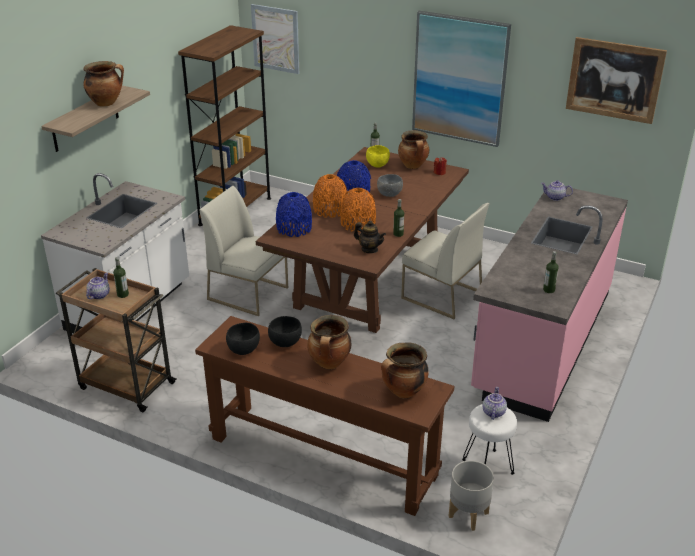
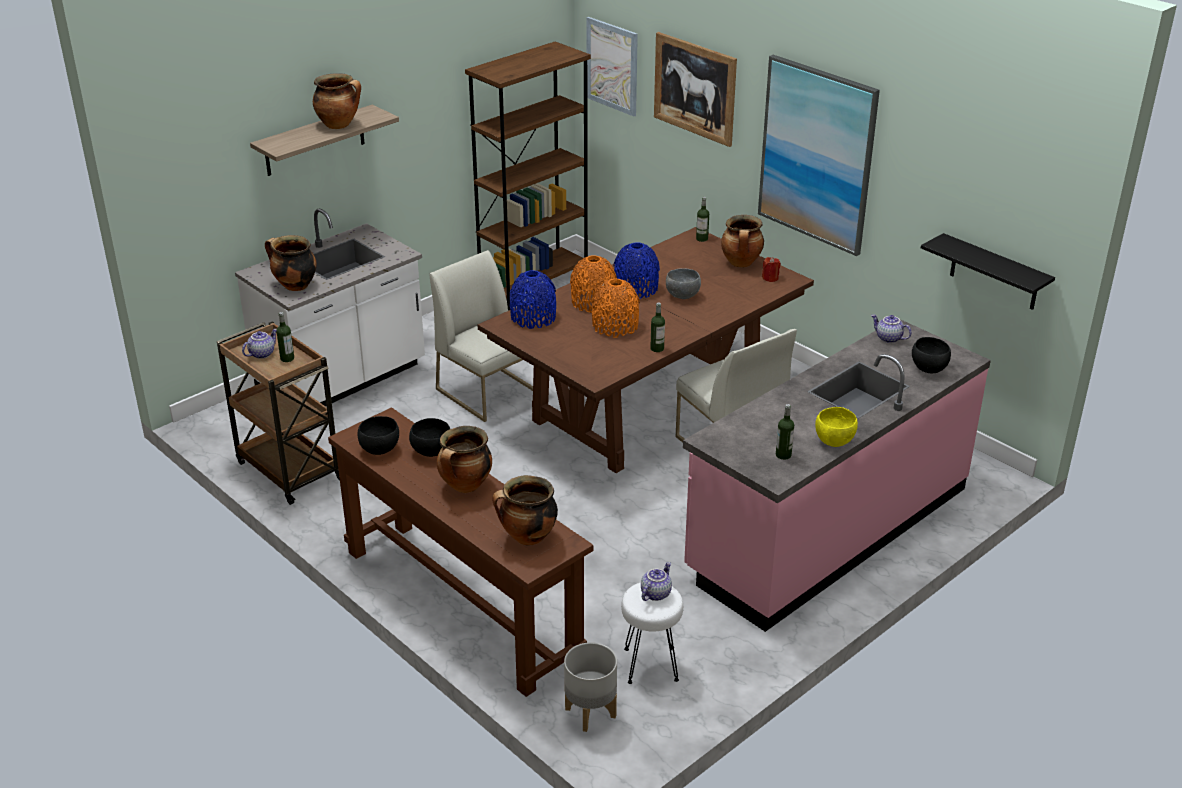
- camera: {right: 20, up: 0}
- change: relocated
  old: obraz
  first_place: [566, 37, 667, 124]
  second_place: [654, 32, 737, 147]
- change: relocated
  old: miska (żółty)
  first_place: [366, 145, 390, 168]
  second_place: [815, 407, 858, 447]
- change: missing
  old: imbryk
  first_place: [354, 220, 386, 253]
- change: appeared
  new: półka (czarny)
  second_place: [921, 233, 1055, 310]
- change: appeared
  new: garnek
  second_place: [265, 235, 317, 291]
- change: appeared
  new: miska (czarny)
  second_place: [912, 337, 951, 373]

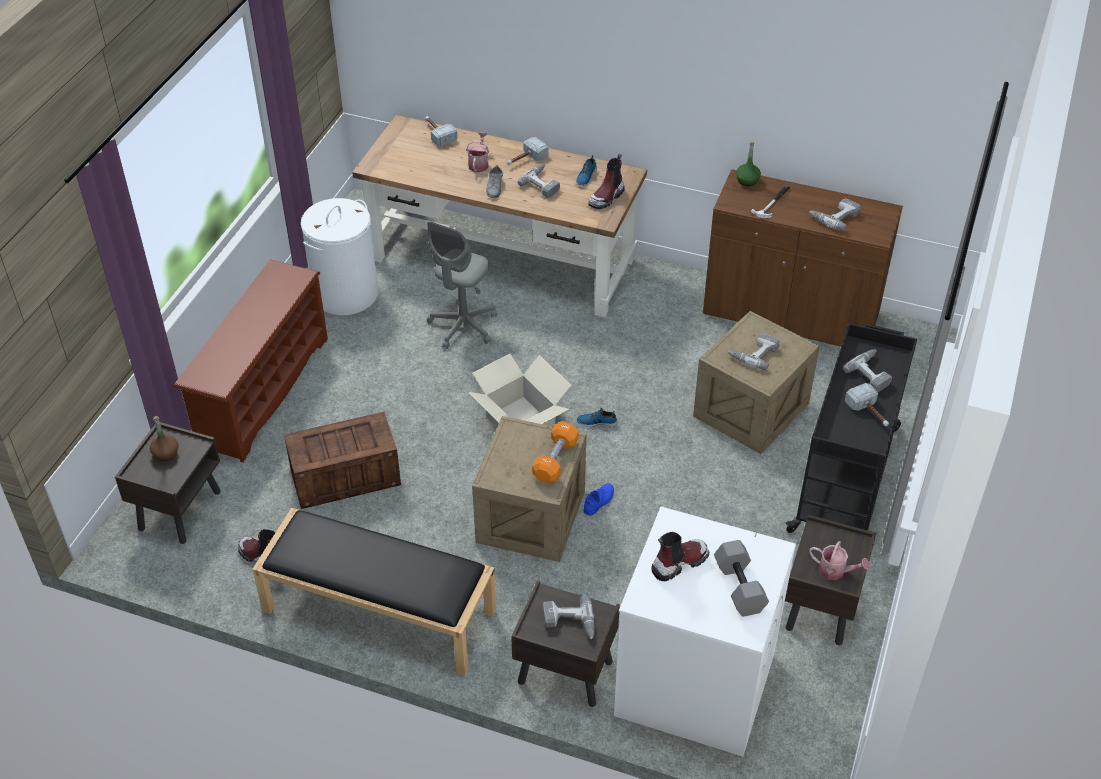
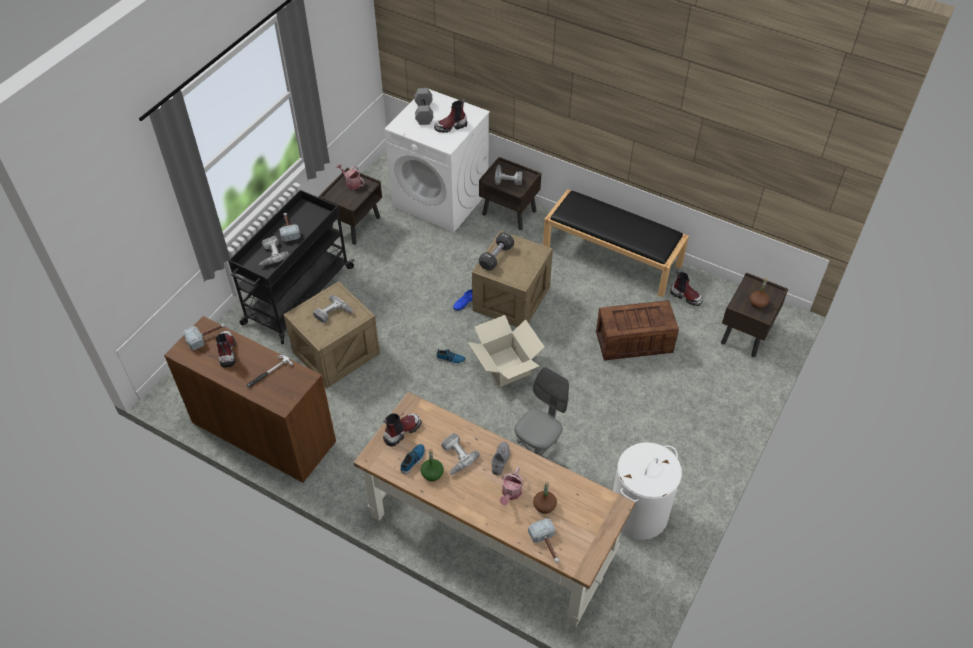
- camera: {right: -170, up: 5}
- change: relocated
  old: młotek
  first_place: [507, 137, 548, 165]
  second_place: [183, 323, 225, 350]
- change: relocated
  old: butelka (zielony)
  first_place: [736, 141, 761, 186]
  second_place: [421, 449, 444, 481]
- change: exchanged
  old: wiertarka
  new: but z cholewką
  first_place: [809, 198, 861, 231]
  second_place: [216, 331, 236, 368]
- change: missing
  old: regał na buty (brązowy)
  first_place: [174, 260, 328, 463]
- change: colour
  old: hantel (pomarańczowy)
  new: hantel (czarny)
  first_place: [532, 421, 579, 483]
  second_place: [479, 232, 514, 271]
- change: appeared
  new: butelka (brązowy)
  second_place: [533, 482, 557, 514]

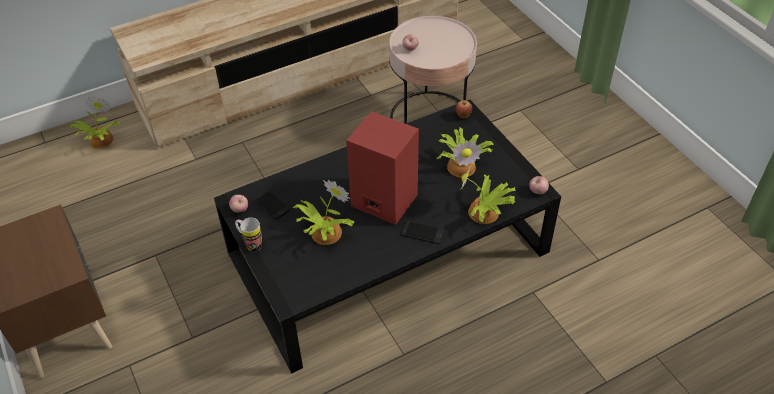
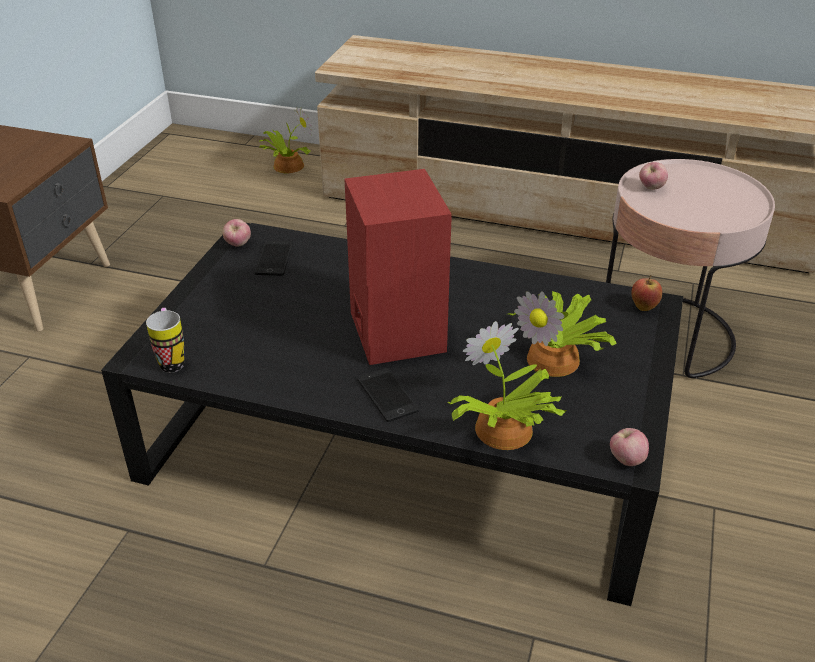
- camera: {right: 45, up: -10}
- change: missing
  old: roślina doniczkowa
  first_place: [293, 180, 355, 245]
- change: relocated
  old: kubek
  first_place: [235, 218, 262, 252]
  second_place: [146, 308, 184, 373]

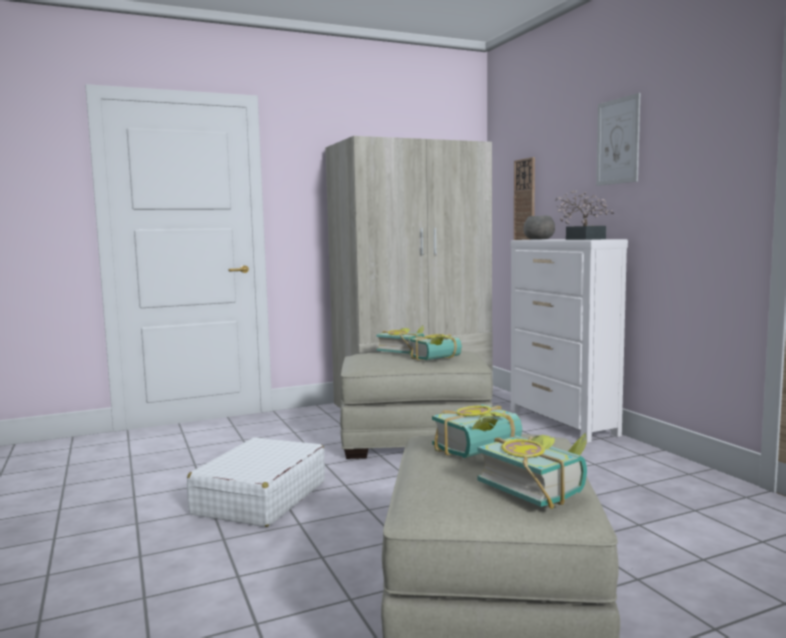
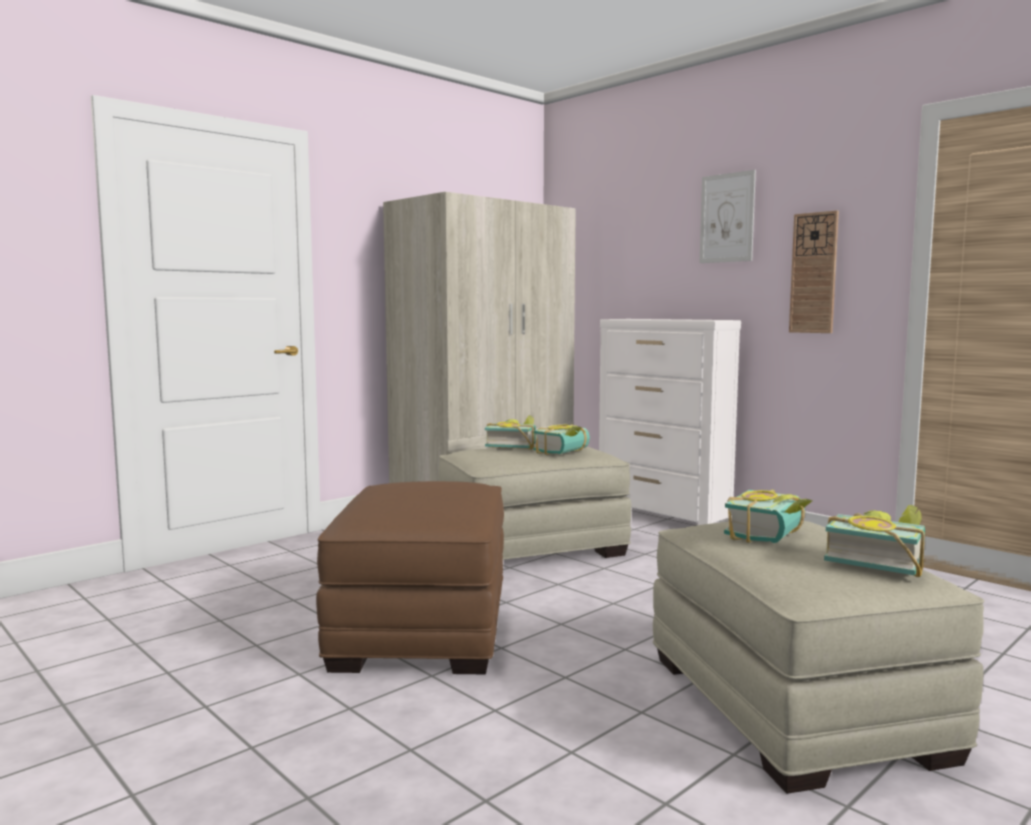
- camera: {right: -20, up: 0}
- change: relocated
  old: zegar ścienny
  first_place: [514, 157, 535, 240]
  second_place: [789, 210, 839, 333]
- change: missing
  old: roślina doniczkowa
  first_place: [555, 190, 614, 240]
- change: missing
  old: miska (szary)
  first_place: [523, 216, 555, 240]
- change: exchanged
  old: walizka (biały)
  new: pufa (brązowy)
  first_place: [187, 437, 325, 527]
  second_place: [316, 481, 504, 674]

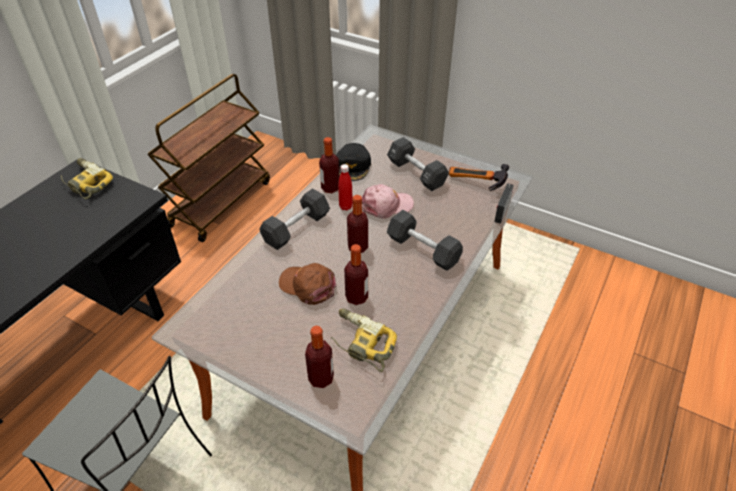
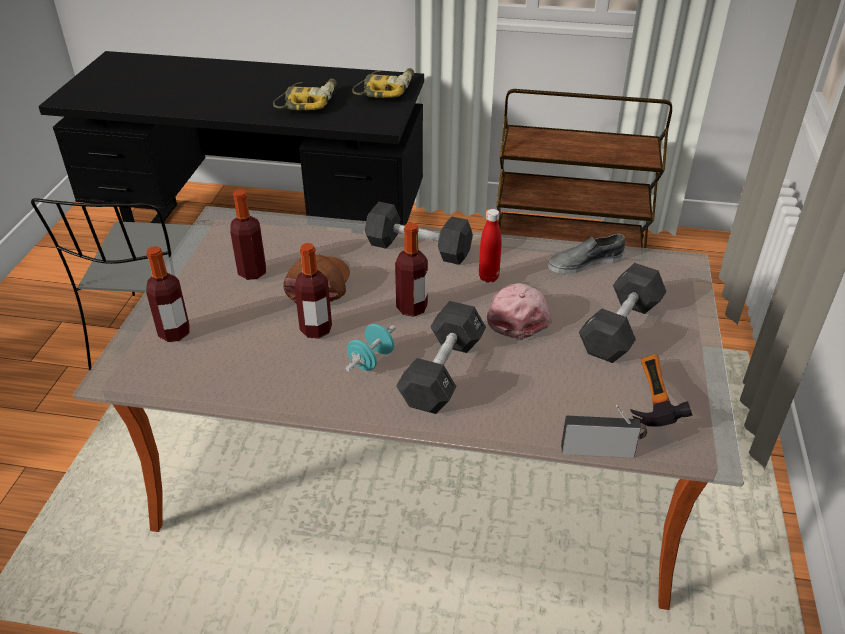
- camera: {right: 70, up: -5}
- change: relocated
  old: butelka
  first_place: [319, 137, 340, 193]
  second_place: [230, 189, 266, 280]
- change: exchanged
  old: czapka z daszkiem (czarny)
  new: but (szary)
  first_place: [336, 143, 371, 181]
  second_place: [548, 234, 625, 274]
- change: spun
  old: czapka z daszkiem (różowy)
  first_place: [362, 184, 414, 219]
  second_place: [487, 283, 552, 340]
  degrees: -135
- change: relocated
  old: wiertarka
  first_place: [331, 309, 397, 372]
  second_place: [273, 79, 337, 111]
- change: appeared
  new: hantel (turkusowy)
  second_place: [346, 324, 395, 371]

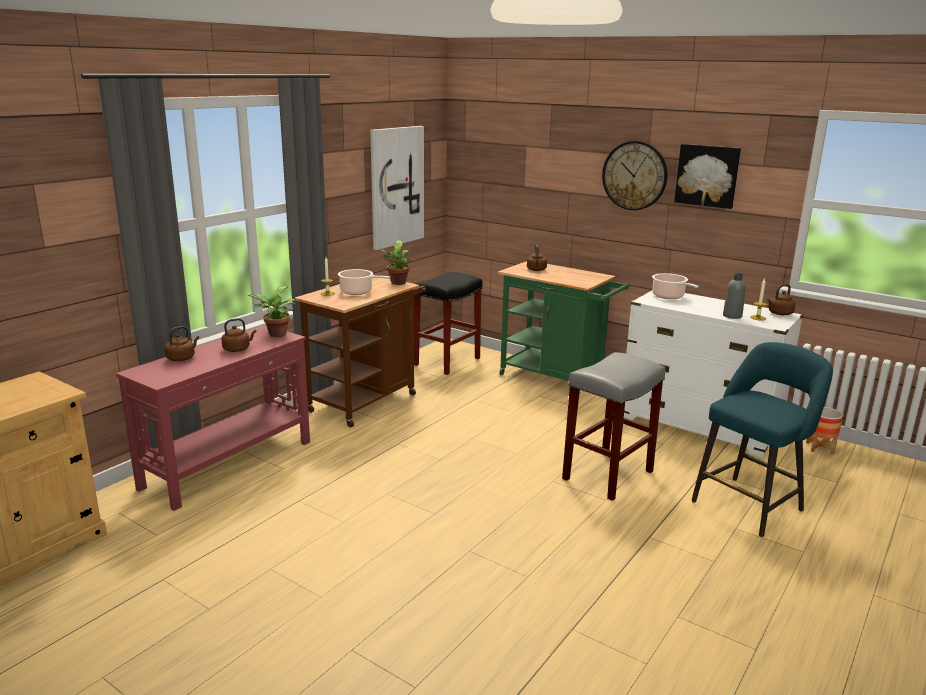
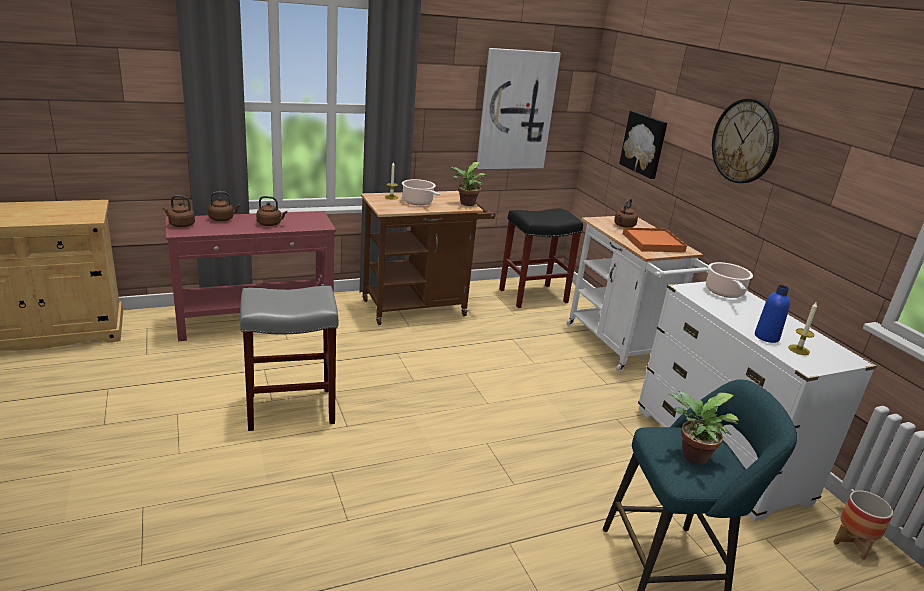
- camera: {right: 30, up: 5}
- change: relocated
  old: obraz
  first_place: [674, 144, 741, 209]
  second_place: [619, 111, 667, 179]
- change: colour
  old: wózek (zielony)
  new: wózek (biały)
  first_place: [498, 261, 629, 392]
  second_place: [567, 216, 709, 371]
- change: colour
  old: butelka (szary)
  new: butelka (niebieski)
  first_place: [723, 273, 746, 319]
  second_place: [755, 285, 790, 343]
- change: relocated
  old: czajnik (brązowy)
  first_place: [767, 284, 796, 315]
  second_place: [162, 195, 195, 227]
- change: relocated
  old: roślina doniczkowa
  first_place: [248, 286, 296, 337]
  second_place: [669, 391, 739, 464]
- change: relocated
  old: stołek (szary)
  first_place: [562, 352, 665, 501]
  second_place: [240, 286, 339, 431]
- change: appeared
  new: taca (pomarańczowy)
  second_place: [623, 227, 687, 252]

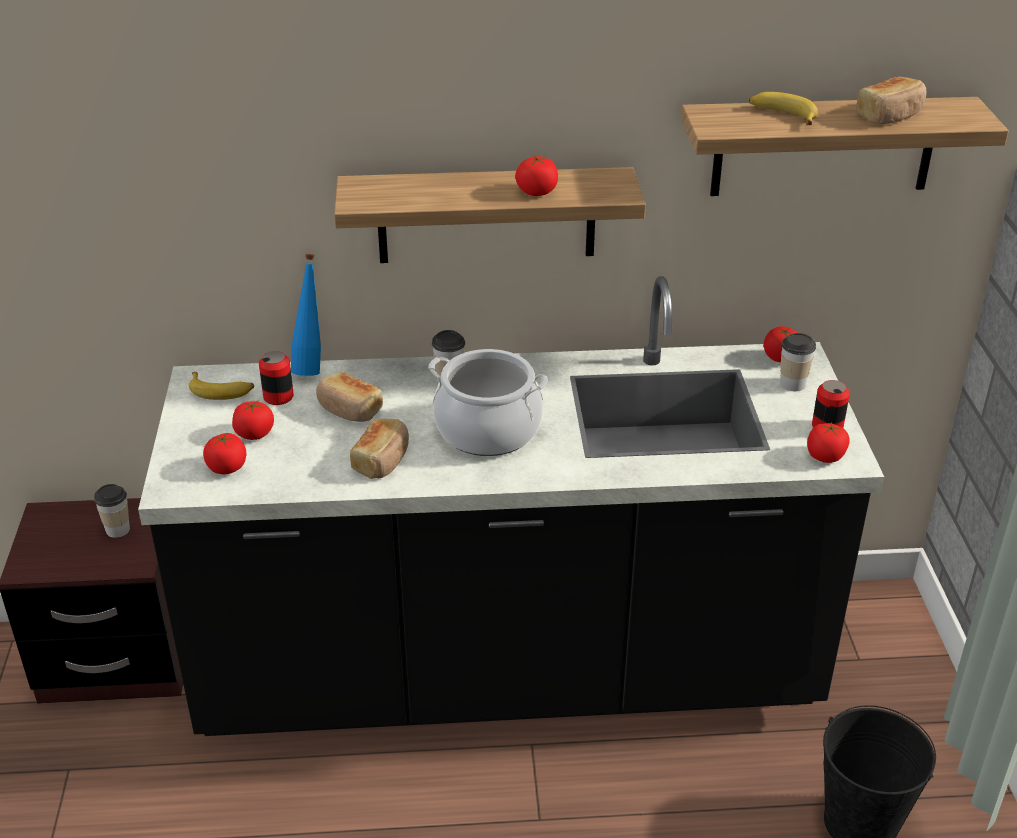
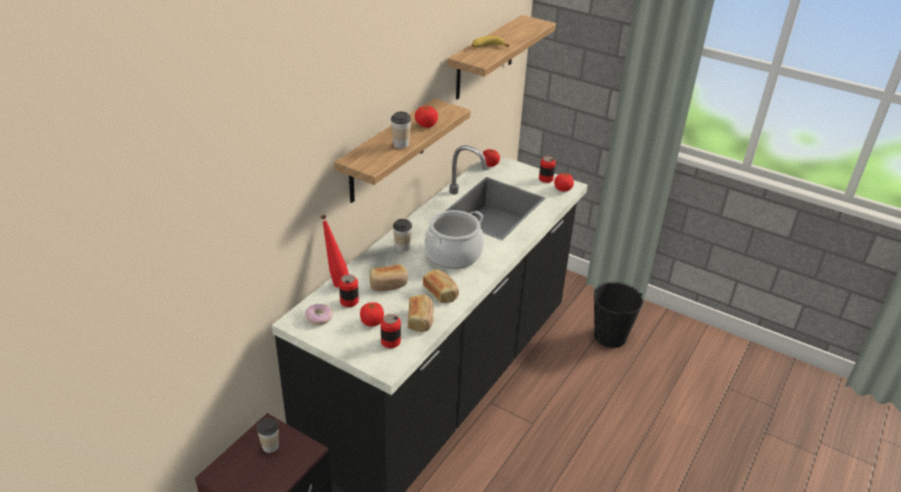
- camera: {right: -55, up: 0}
- change: relocated
  old: chleb
  first_place: [856, 77, 926, 124]
  second_place: [408, 294, 434, 332]
- change: colour
  old: butelka (niebieski)
  new: butelka (czerwony)
  first_place: [291, 254, 321, 376]
  second_place: [321, 215, 349, 287]
- change: relocated
  old: filiżanka
  first_place: [780, 333, 816, 391]
  second_place: [391, 112, 411, 149]
- change: exchanged
  old: banan
  new: donut
  first_place: [189, 372, 254, 400]
  second_place: [305, 303, 333, 325]
- change: exchanged
  old: pomidor
  new: puszka
  first_place: [203, 433, 246, 474]
  second_place: [381, 314, 401, 348]

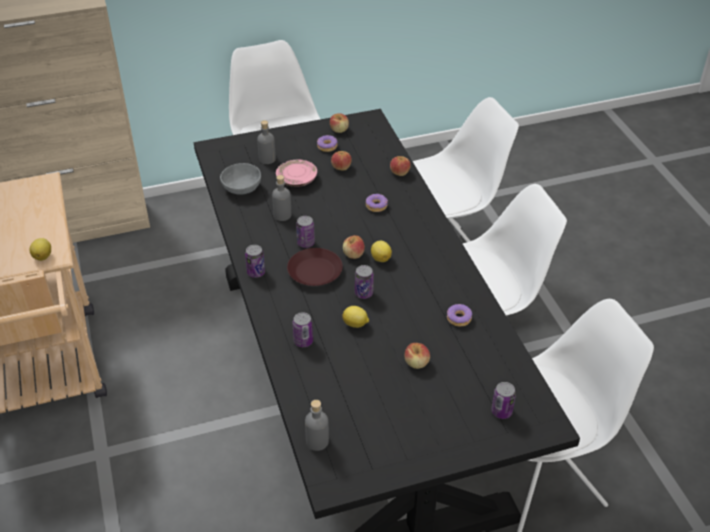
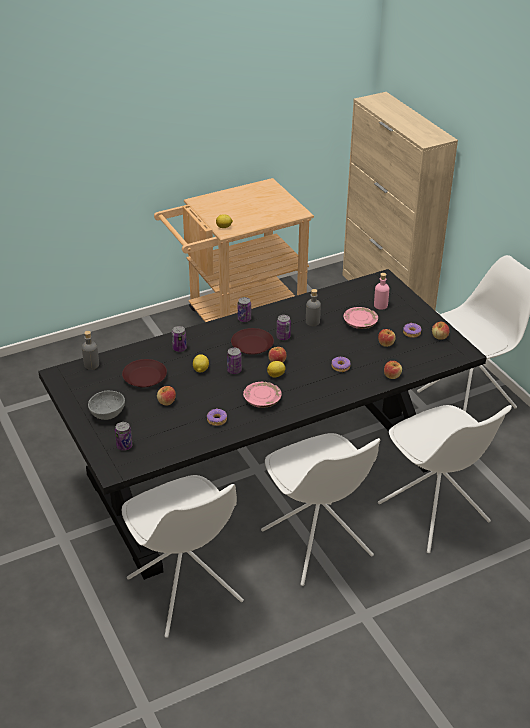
- camera: {right: 80, up: -5}
- change: colour
  old: butelka (szary)
  new: butelka (różowy)
  first_place: [257, 120, 276, 164]
  second_place: [374, 273, 389, 310]
- change: relocated
  old: miska (szary)
  first_place: [220, 163, 261, 195]
  second_place: [88, 391, 125, 420]
- change: appeared
  new: talerz (brązowy)
  second_place: [122, 359, 167, 387]
- change: appeared
  new: talerz (różowy)
  second_place: [243, 382, 282, 408]

